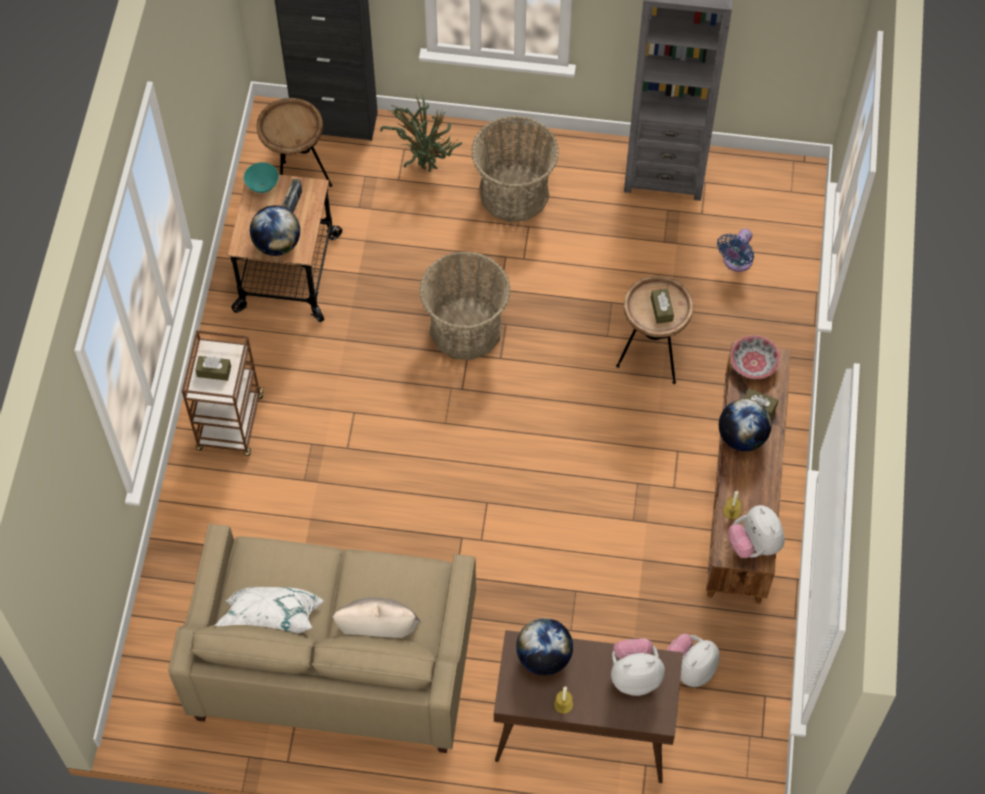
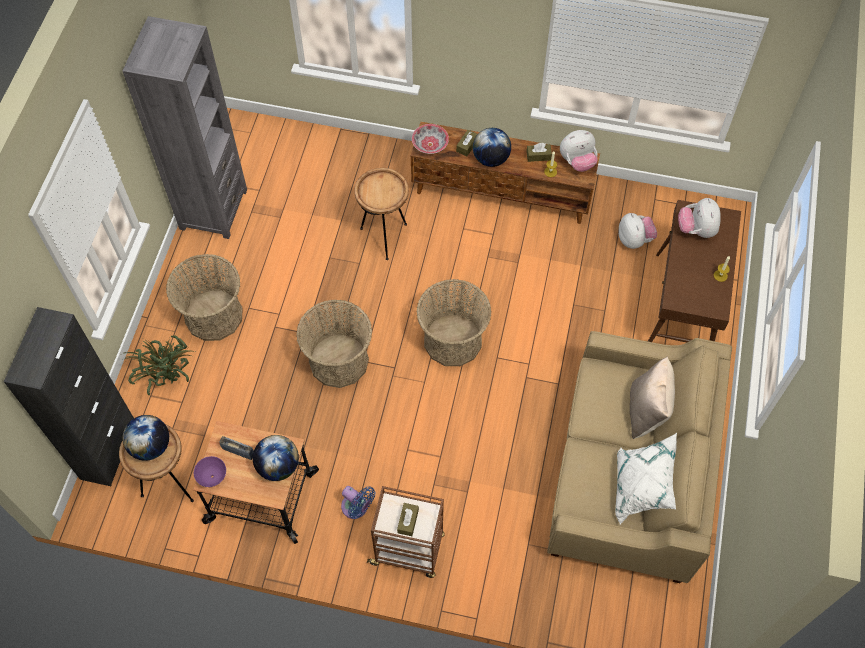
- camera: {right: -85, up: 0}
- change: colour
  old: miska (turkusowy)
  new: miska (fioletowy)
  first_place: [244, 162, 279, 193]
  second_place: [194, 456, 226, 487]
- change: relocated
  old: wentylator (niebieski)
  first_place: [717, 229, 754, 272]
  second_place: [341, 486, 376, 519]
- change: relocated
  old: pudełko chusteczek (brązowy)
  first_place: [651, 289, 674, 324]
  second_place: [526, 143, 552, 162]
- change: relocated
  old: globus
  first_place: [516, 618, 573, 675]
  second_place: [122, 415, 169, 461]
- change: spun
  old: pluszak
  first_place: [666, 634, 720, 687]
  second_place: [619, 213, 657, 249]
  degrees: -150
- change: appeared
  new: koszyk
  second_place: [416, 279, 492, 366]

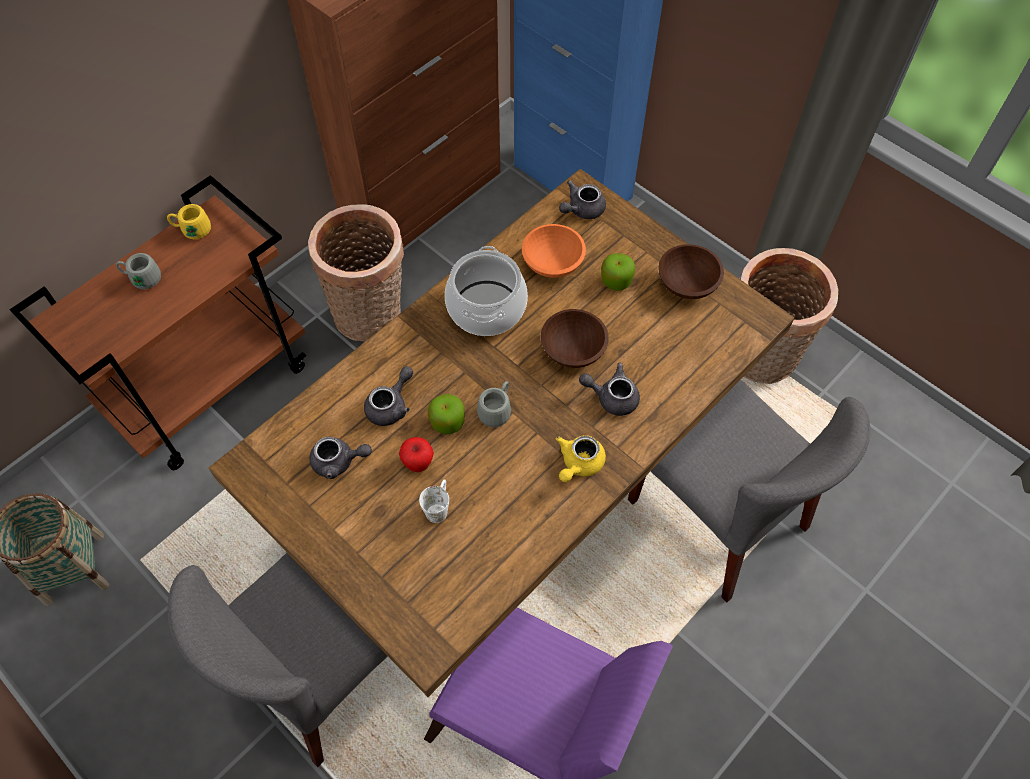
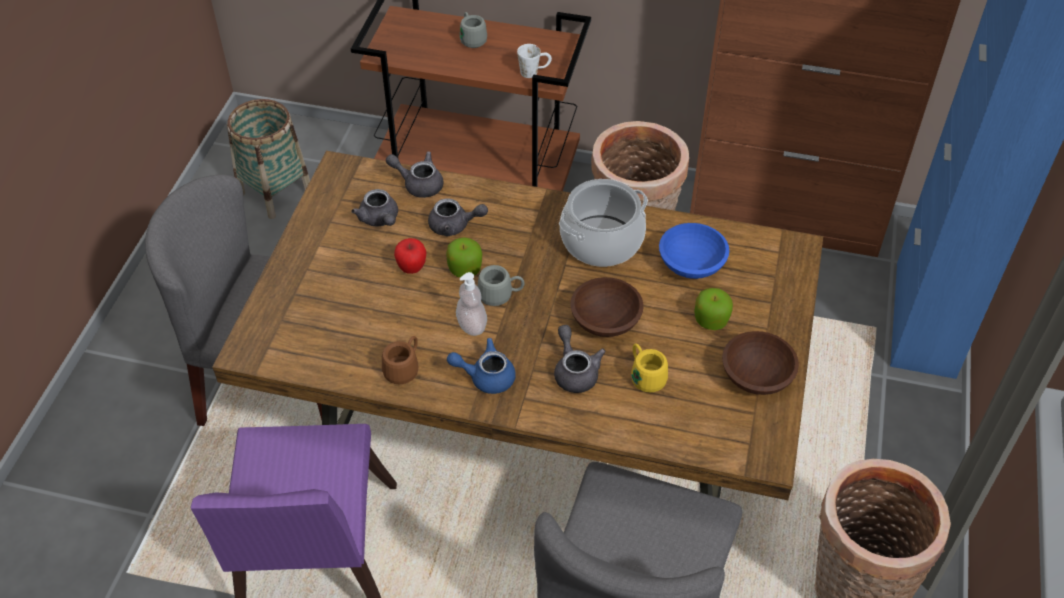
- camera: {right: 60, up: -10}
- change: relocated
  old: imbryk (szary)
  first_place: [559, 180, 606, 219]
  second_place: [386, 151, 443, 198]
- change: relocated
  old: kubek (żółty)
  first_place: [167, 204, 211, 239]
  second_place: [631, 344, 668, 392]
- change: colour
  old: miska (pomarańczowy)
  new: miska (niebieski)
  first_place: [522, 224, 586, 278]
  second_place: [659, 223, 729, 279]
- change: colour
  old: imbryk (żółty)
  new: imbryk (niebieski)
  first_place: [556, 435, 606, 482]
  second_place: [447, 338, 516, 394]
- change: relocated
  old: kubek (biały)
  first_place: [419, 479, 449, 523]
  second_place: [517, 44, 552, 78]
- change: appeared
  new: dozownik mydła
  second_place: [456, 272, 487, 336]
- change: appeared
  new: kubek (brązowy)
  second_place: [382, 336, 418, 384]

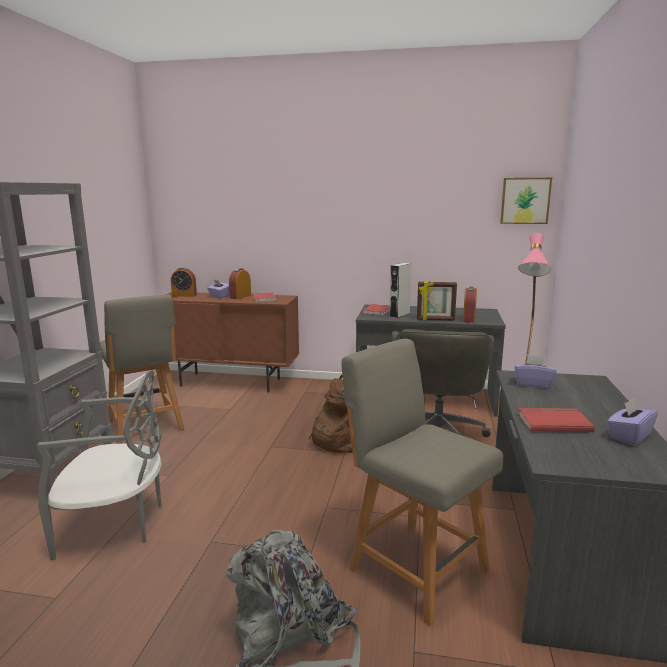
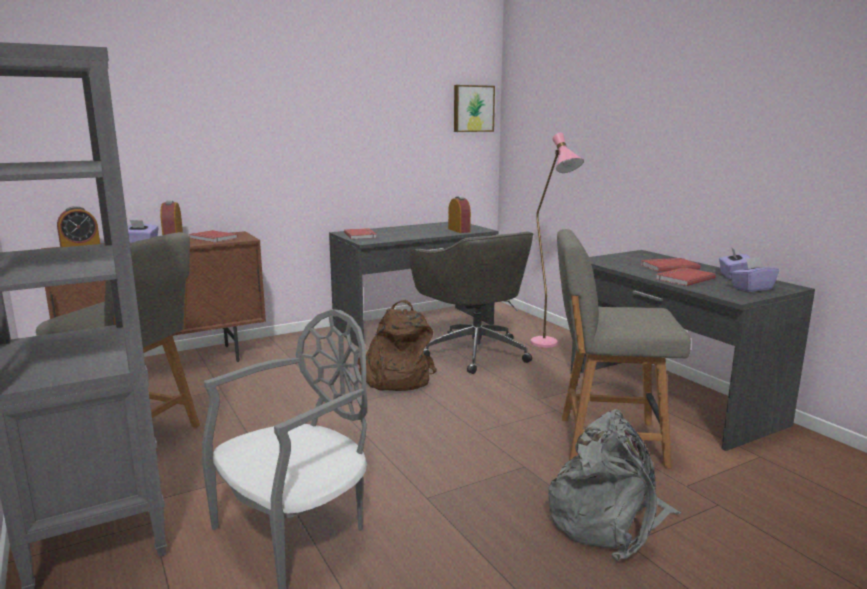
- camera: {right: -40, up: 0}
- change: missing
  old: głośnik (szary)
  first_place: [389, 263, 412, 318]
- change: missing
  old: ramka na zdjęcie
  first_place: [417, 282, 457, 321]
- change: relocated
  old: pudełko chusteczek (fioletowy)
  first_place: [515, 354, 556, 388]
  second_place: [730, 257, 779, 292]
- change: appeared
  new: książka (czerwony)
  second_place: [640, 258, 701, 272]

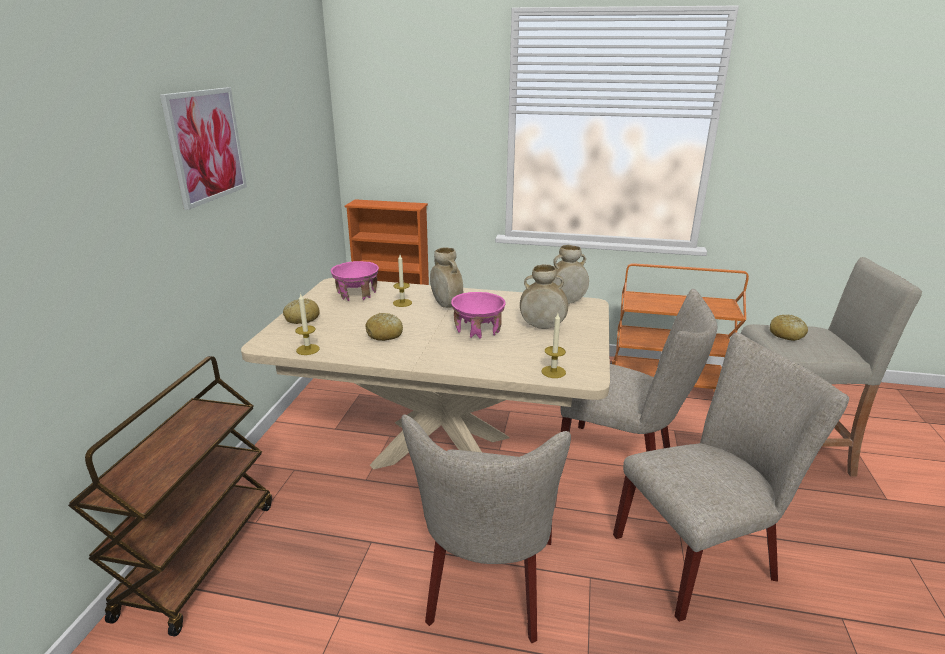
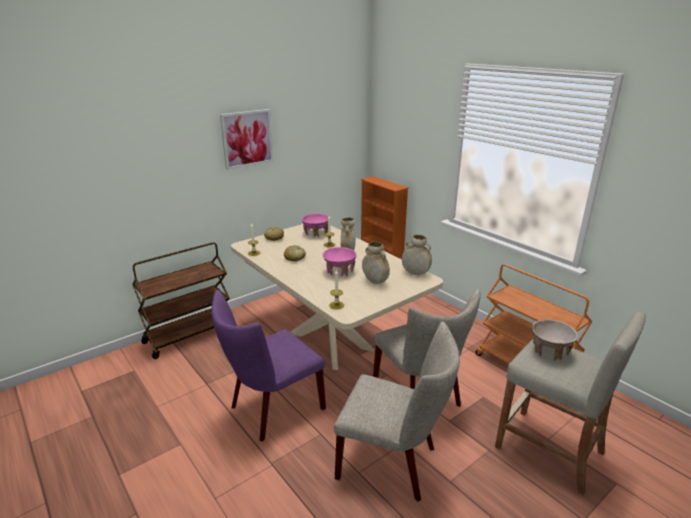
- camera: {right: 40, up: 0}
- change: exchanged
  old: chleb
  new: miska (beżowy)
  first_place: [770, 315, 808, 341]
  second_place: [532, 319, 578, 361]
- change: colour
  old: krzesło (beżowy)
  new: krzesło (fioletowy)
  first_place: [401, 414, 571, 643]
  second_place: [211, 290, 326, 441]

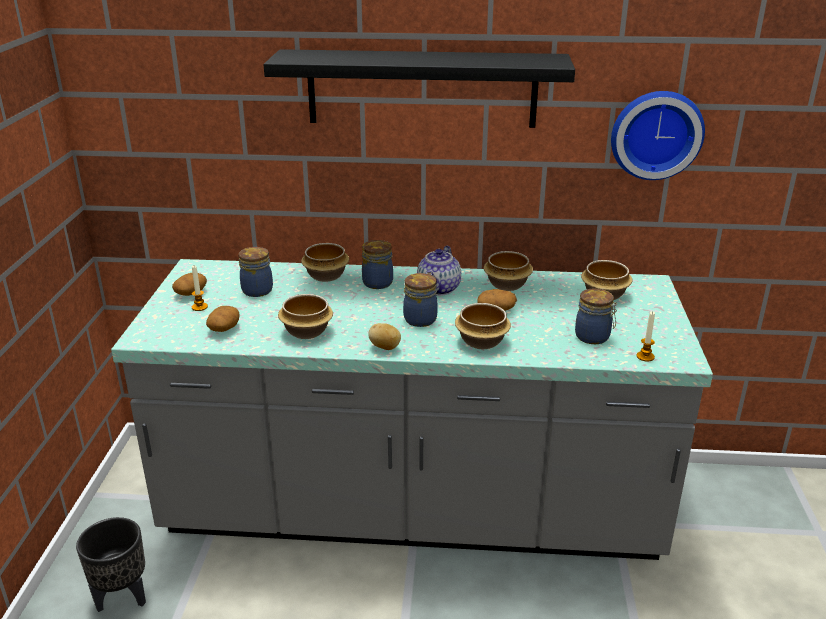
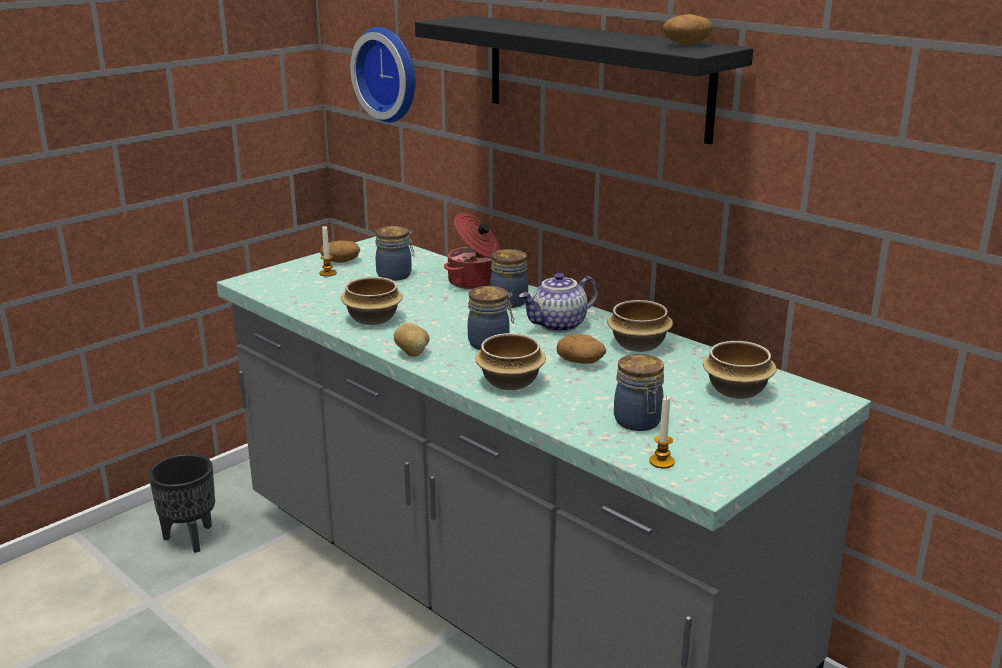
- camera: {right: 40, up: -5}
- change: relocated
  old: zegar ścienny
  first_place: [611, 91, 705, 180]
  second_place: [350, 27, 416, 123]
- change: exchanged
  old: miska
  new: garnek
  first_place: [301, 243, 349, 282]
  second_place: [444, 213, 500, 290]
- change: relocated
  old: ziemniak
  first_place: [206, 306, 239, 332]
  second_place: [663, 14, 712, 45]

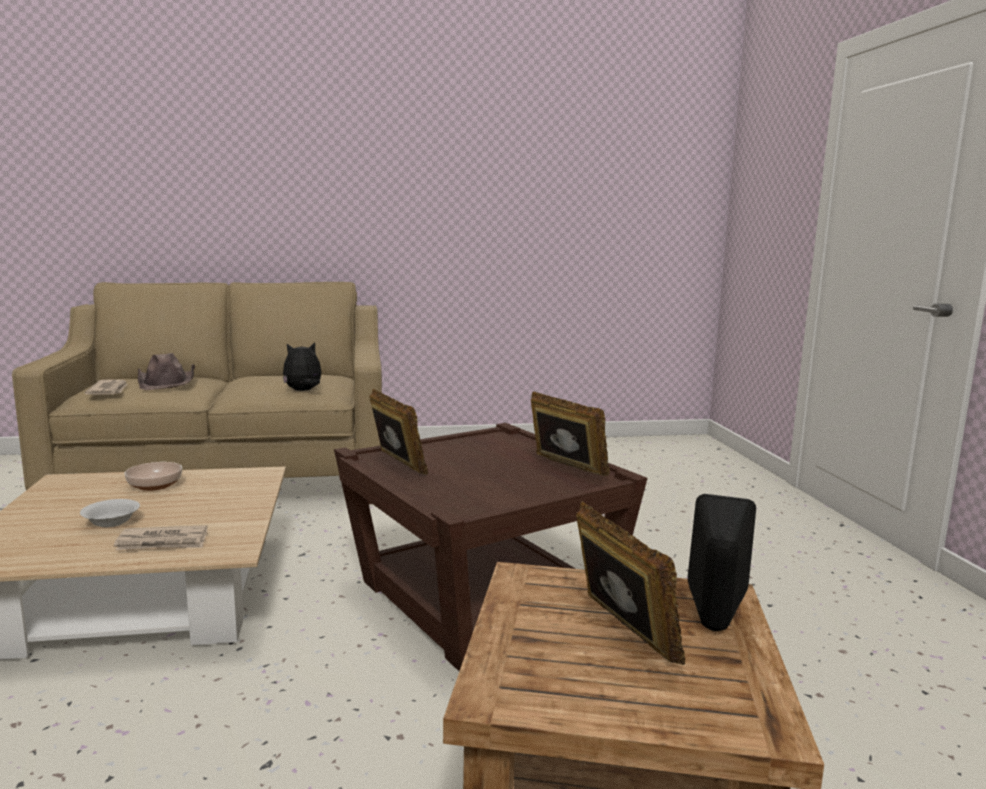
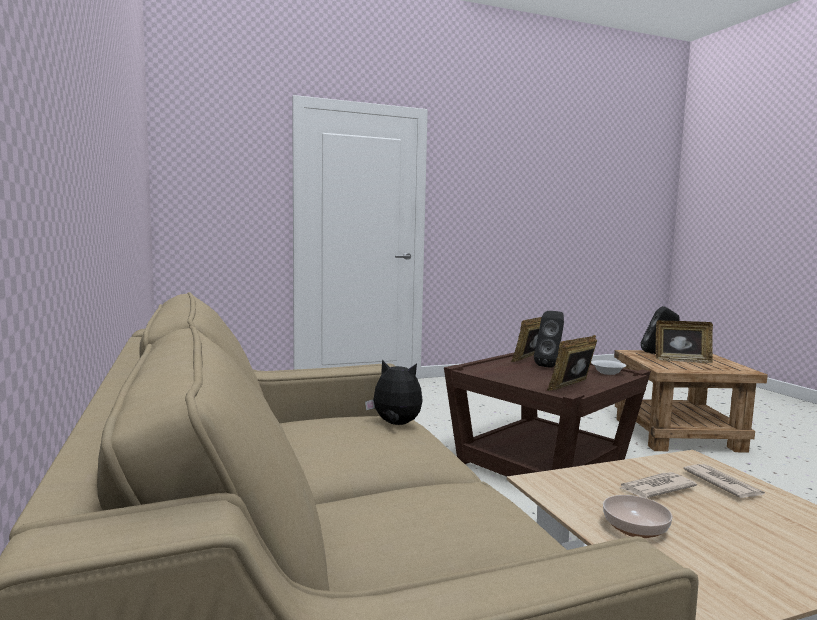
- camera: {right: -100, up: -5}
- change: spun
  old: pluszak
  first_place: [283, 342, 321, 391]
  second_place: [365, 360, 423, 425]
  degrees: 150
- change: missing
  old: kapelusz (brązowy)
  first_place: [138, 353, 195, 390]
- change: relocated
  old: gazeta
  first_place: [85, 379, 128, 395]
  second_place: [620, 472, 697, 498]
- change: relocated
  old: miska (biały)
  first_place: [80, 499, 140, 528]
  second_place: [591, 360, 626, 375]
- change: spun
  old: ramka na zdjęcie
  first_place: [576, 501, 685, 665]
  second_place: [655, 320, 713, 363]
  degrees: -135
- change: appeared
  new: głośnik (czarny)
  second_place: [534, 311, 564, 368]

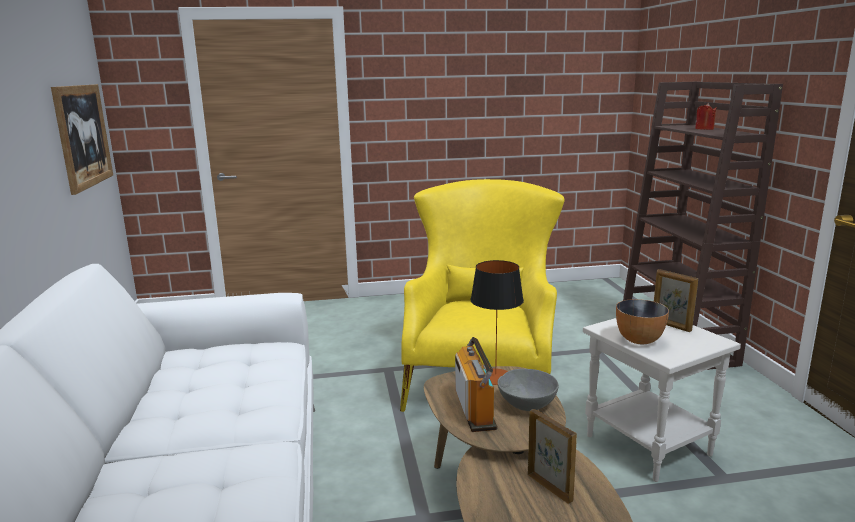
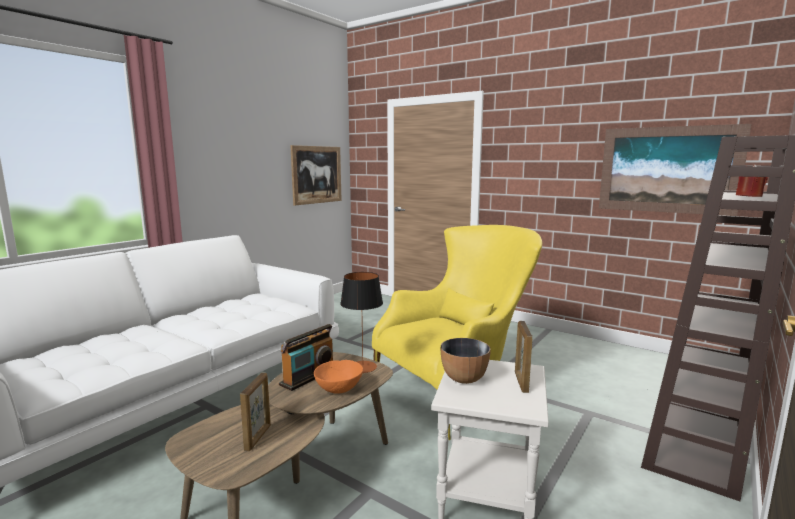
- camera: {right: 45, up: -5}
- change: colour
  old: miska (szary)
  new: miska (pomarańczowy)
  first_place: [498, 369, 559, 411]
  second_place: [314, 360, 363, 394]
- change: appeared
  new: obraz
  second_place: [599, 124, 752, 216]

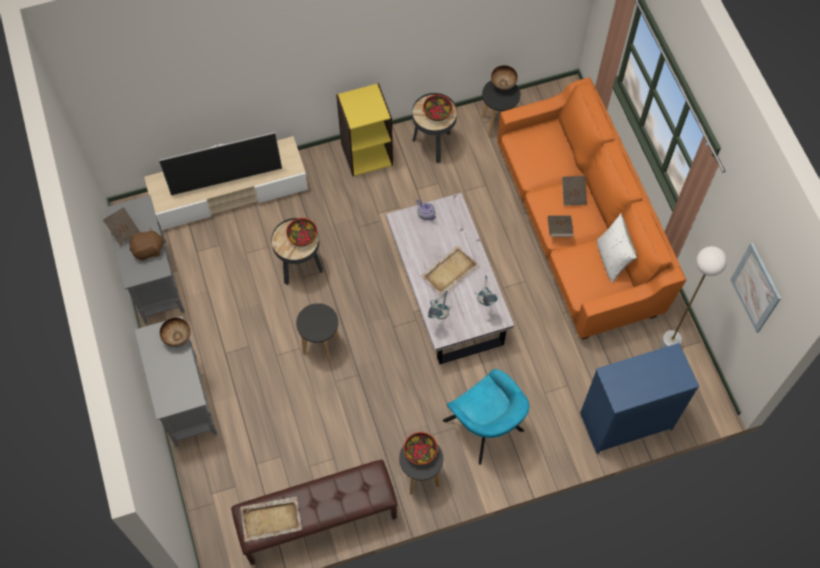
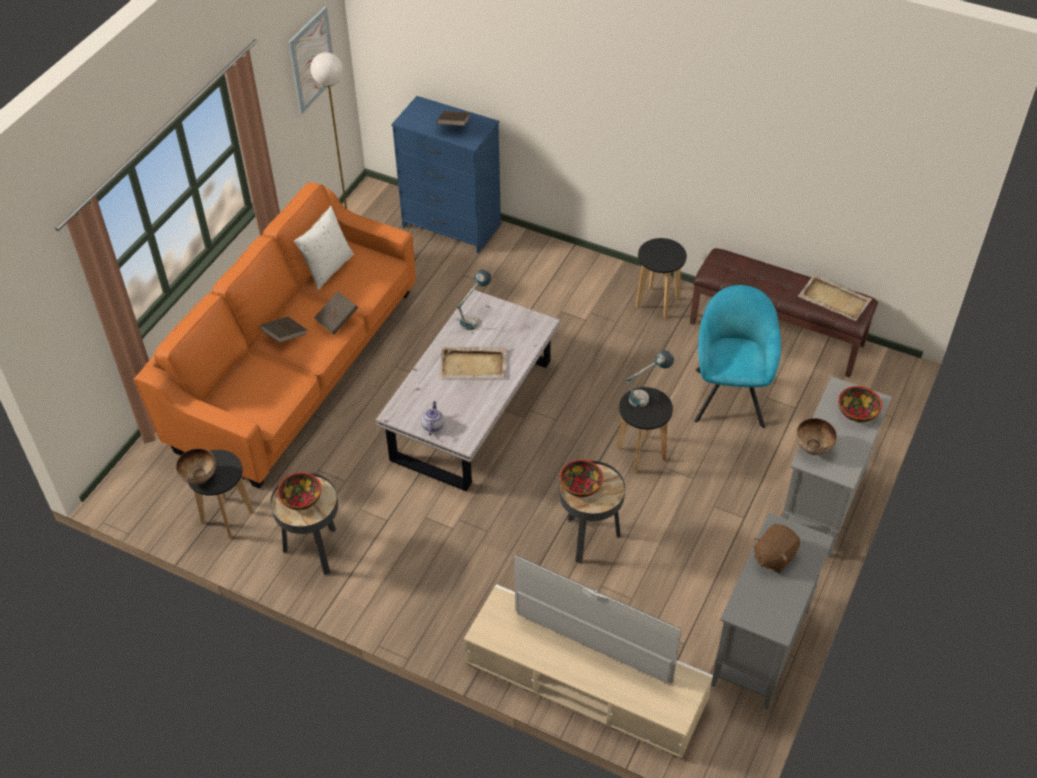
- camera: {right: -135, up: -15}
- change: missing
  old: regał (żółty)
  first_place: [336, 83, 393, 176]
- change: relocated
  old: książka (brązowy)
  first_place: [103, 207, 140, 245]
  second_place: [437, 111, 470, 126]
- change: spun
  old: pluszak (brązowy)
  first_place: [129, 227, 165, 261]
  second_place: [754, 524, 800, 573]
  degrees: -75
- change: relocated
  old: lampa stołowa
  first_place: [428, 290, 449, 319]
  second_place: [626, 350, 674, 407]
- change: relocated
  old: fotel (turkusowy)
  first_place: [443, 369, 529, 465]
  second_place: [694, 285, 781, 428]
- change: relocated
  old: miska
  first_place: [404, 432, 438, 465]
  second_place: [838, 386, 882, 422]

